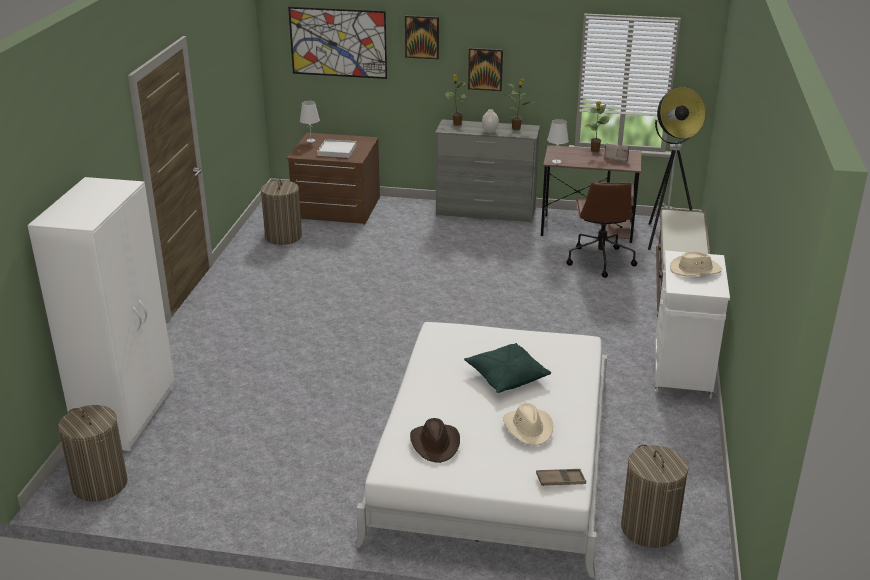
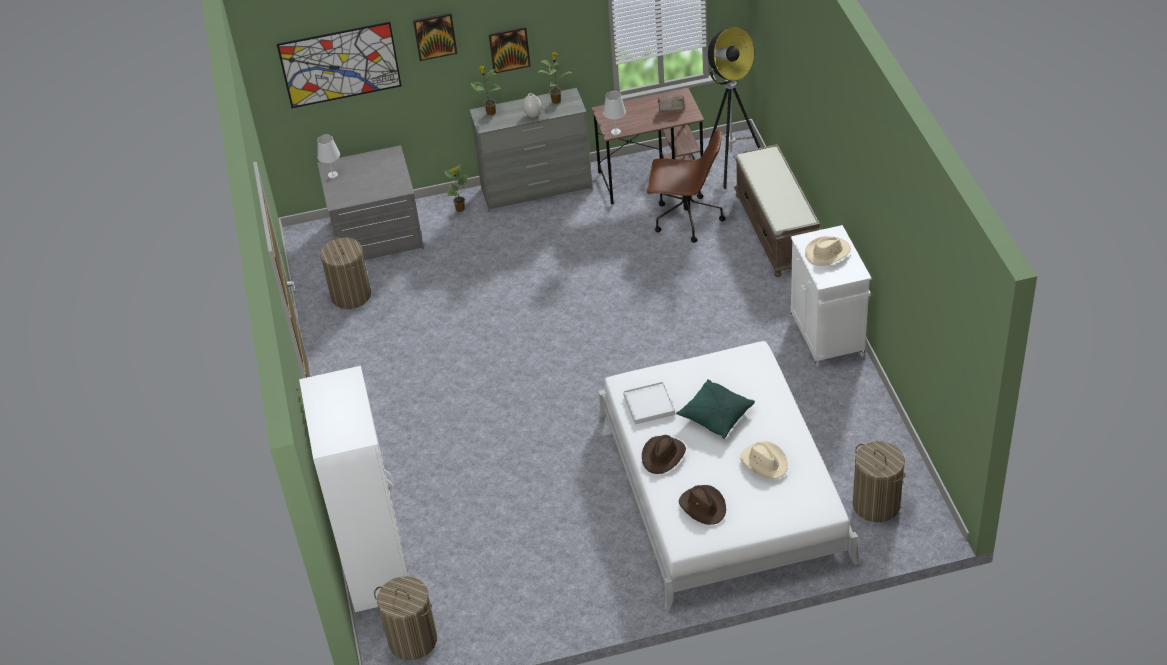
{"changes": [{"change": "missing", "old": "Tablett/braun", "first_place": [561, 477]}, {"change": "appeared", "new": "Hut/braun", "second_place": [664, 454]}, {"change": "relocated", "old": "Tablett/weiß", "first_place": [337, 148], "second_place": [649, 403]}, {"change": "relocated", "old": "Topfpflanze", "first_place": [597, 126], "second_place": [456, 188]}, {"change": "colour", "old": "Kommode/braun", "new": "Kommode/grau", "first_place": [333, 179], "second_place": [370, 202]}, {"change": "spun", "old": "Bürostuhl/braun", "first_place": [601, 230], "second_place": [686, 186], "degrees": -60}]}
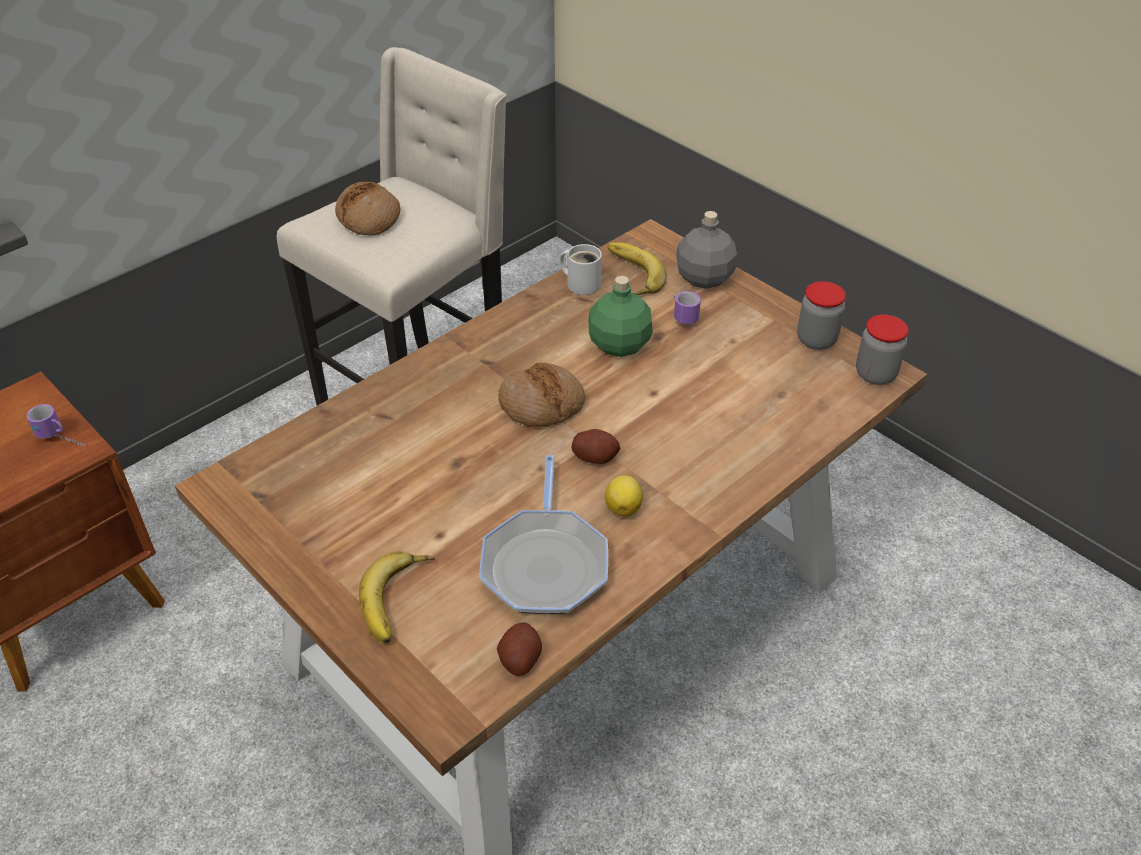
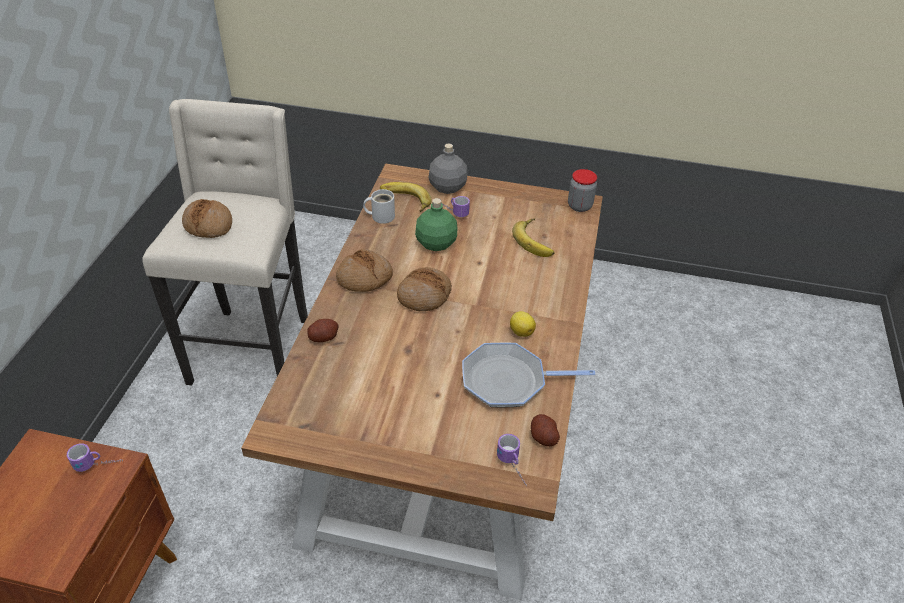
{"changes": [{"change": "missing", "old": "Vorratsglas", "first_place": [821, 315]}, {"change": "appeared", "new": "Brot", "second_place": [364, 270]}, {"change": "appeared", "new": "Henkelbecher", "second_place": [512, 460]}, {"change": "relocated", "old": "Banane", "first_place": [397, 597], "second_place": [533, 237]}, {"change": "relocated", "old": "Kartoffel", "first_place": [596, 446], "second_place": [323, 330]}, {"change": "spun", "old": "Pfanne", "first_place": [543, 534], "second_place": [528, 375], "degrees": 120}]}
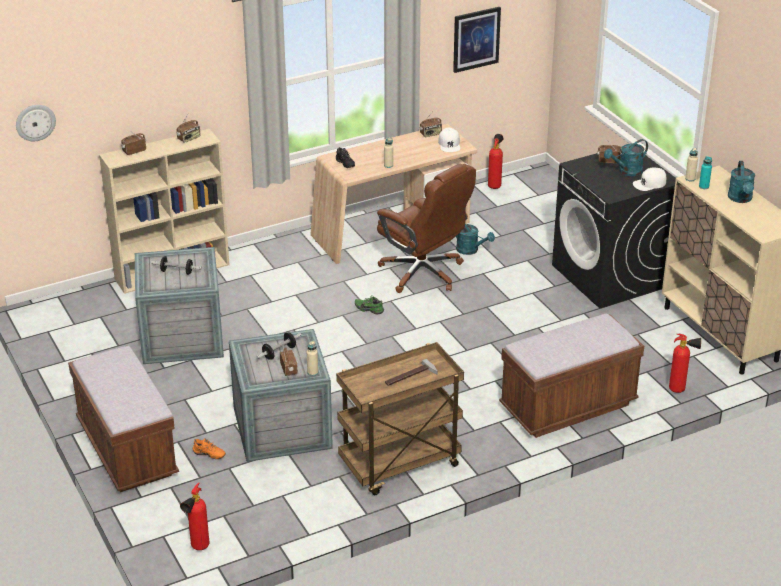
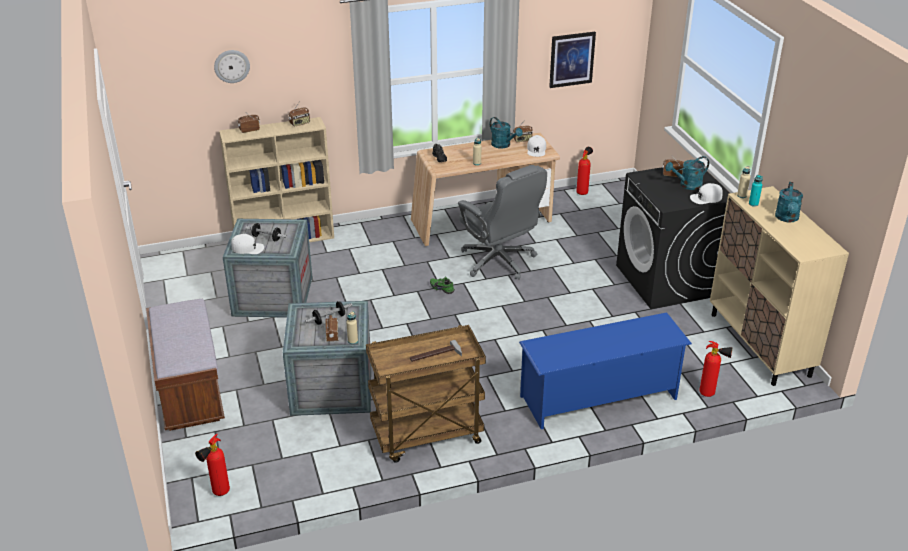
{"changes": [{"change": "missing", "old": "Schuh/orange", "first_place": [209, 448]}, {"change": "appeared", "new": "Kappe/weiß", "second_place": [247, 244]}, {"change": "relocated", "old": "Wanduhr", "first_place": [36, 123], "second_place": [232, 66]}, {"change": "relocated", "old": "Gießkanne/türkis", "first_place": [475, 239], "second_place": [506, 133]}, {"change": "exchanged", "old": "Bank/braun", "new": "Schuhregal/blau", "first_place": [571, 375], "second_place": [605, 370]}, {"change": "colour", "old": "Bürostuhl/braun", "new": "Bürostuhl/grau", "first_place": [426, 228], "second_place": [502, 222]}]}
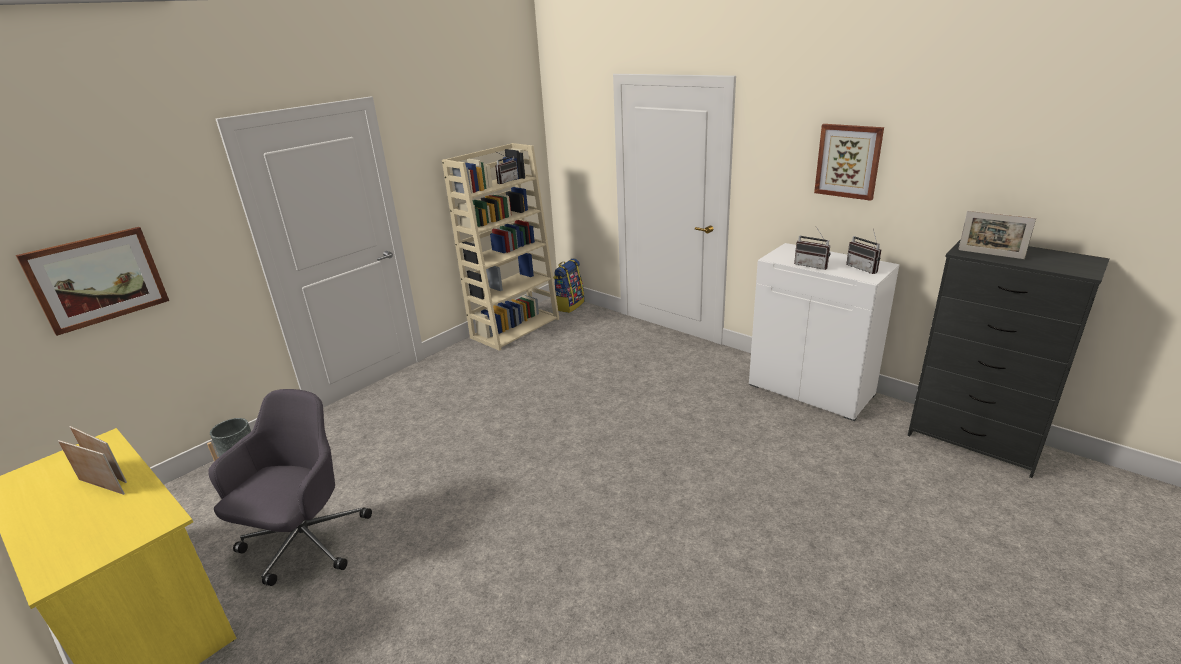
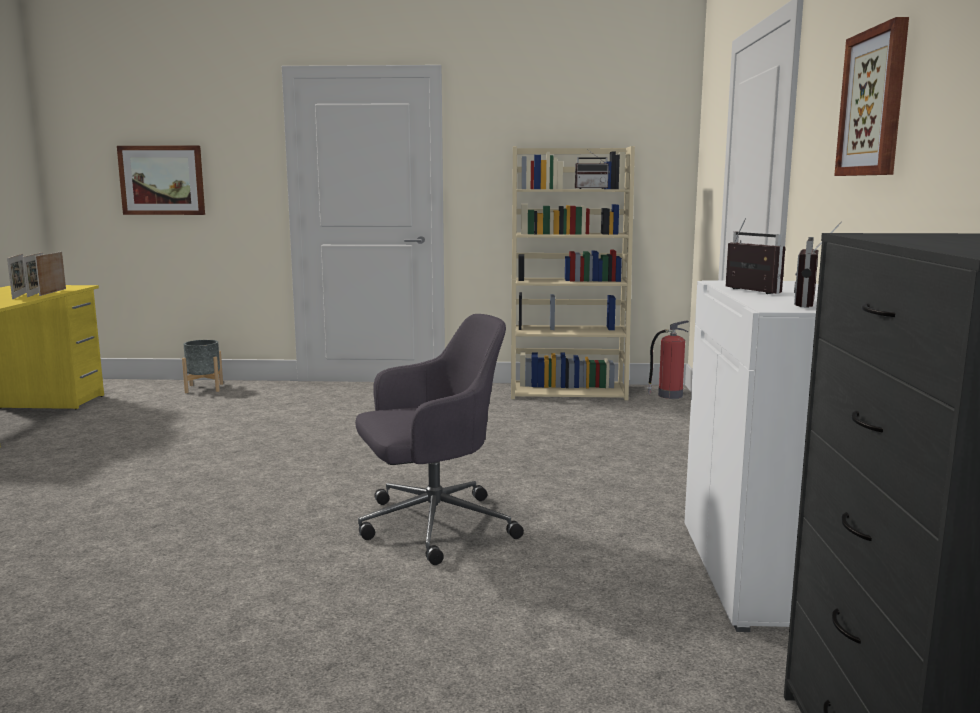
{"changes": [{"change": "relocated", "old": "Bürostuhl/grau", "first_place": [290, 487], "second_place": [439, 439]}, {"change": "relocated", "old": "Bilderrahmen", "first_place": [997, 234], "second_place": [50, 273]}, {"change": "exchanged", "old": "Rucksack", "new": "Feuerlöscher", "first_place": [568, 285], "second_place": [668, 359]}, {"change": "spun", "old": "Radio", "first_place": [812, 249], "second_place": [755, 256], "degrees": 150}]}
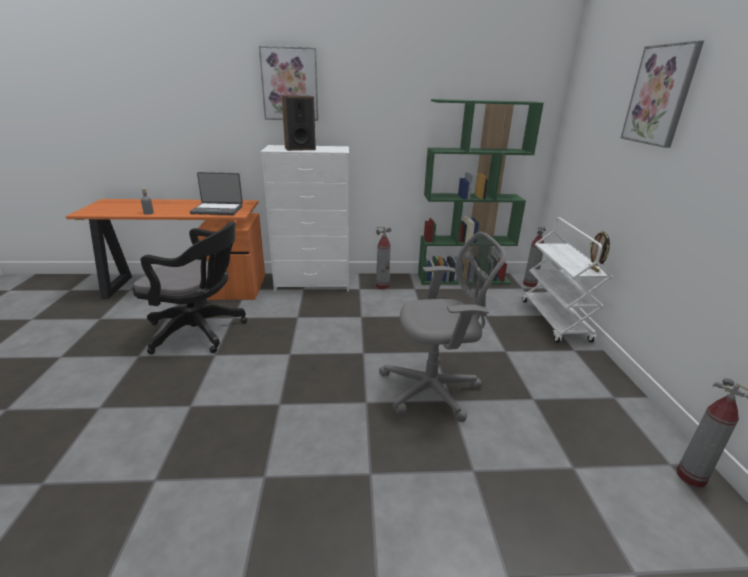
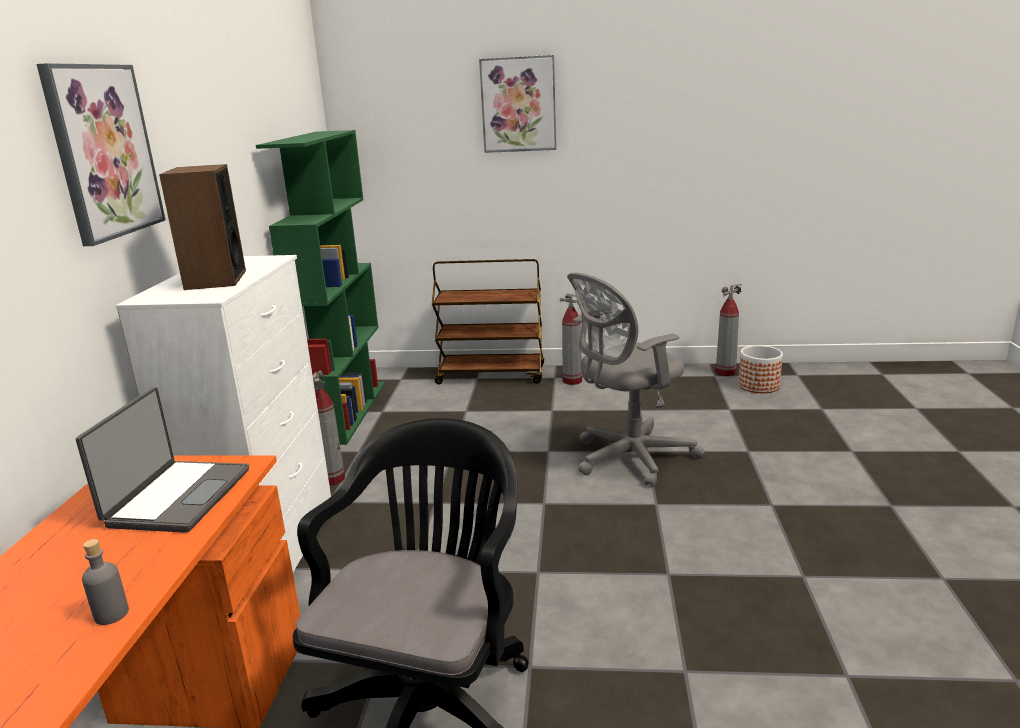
{"changes": [{"change": "missing", "old": "Bilderrahmen", "first_place": [599, 252]}, {"change": "appeared", "new": "Pflanzkübel", "second_place": [760, 369]}, {"change": "relocated", "old": "Feuerlöscher", "first_place": [534, 257], "second_place": [571, 339]}, {"change": "colour", "old": "Rollwagen/weiß", "new": "Rollwagen/braun", "first_place": [567, 280], "second_place": [488, 321]}, {"change": "spun", "old": "Bürostuhl/grau", "first_place": [443, 327], "second_place": [636, 380], "degrees": -120}]}
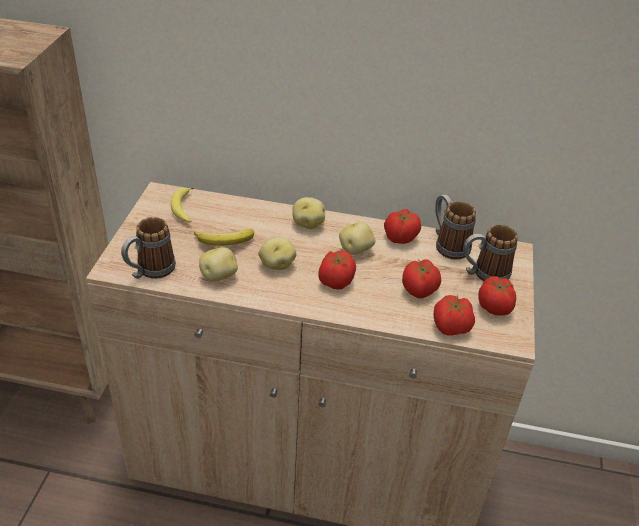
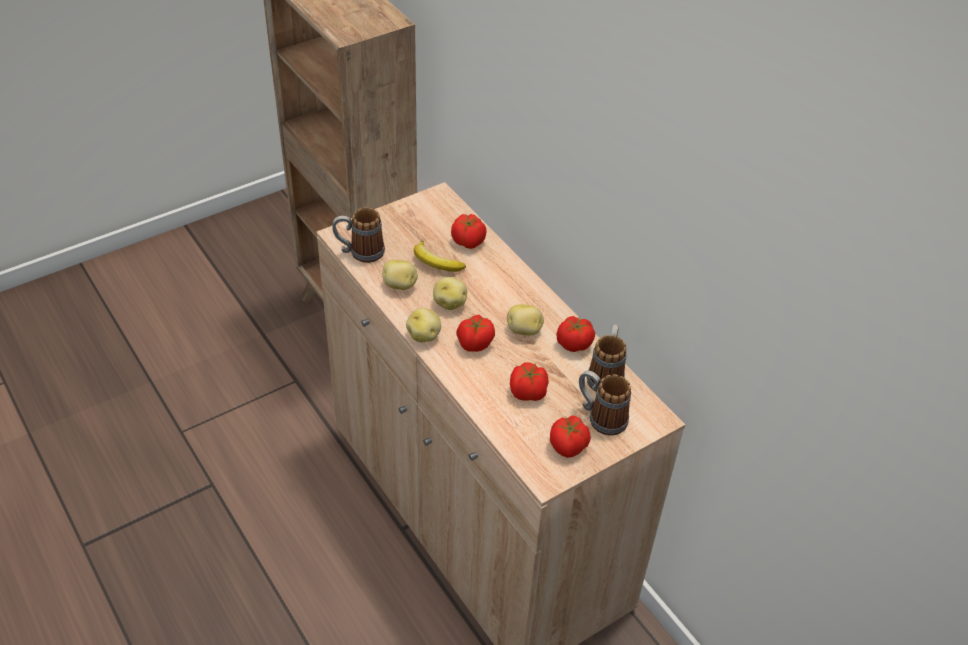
{"changes": [{"change": "missing", "old": "Banane", "first_place": [182, 204]}, {"change": "relocated", "old": "Kartoffel", "first_place": [308, 213], "second_place": [423, 325]}, {"change": "relocated", "old": "Tomate", "first_place": [454, 315], "second_place": [469, 231]}]}
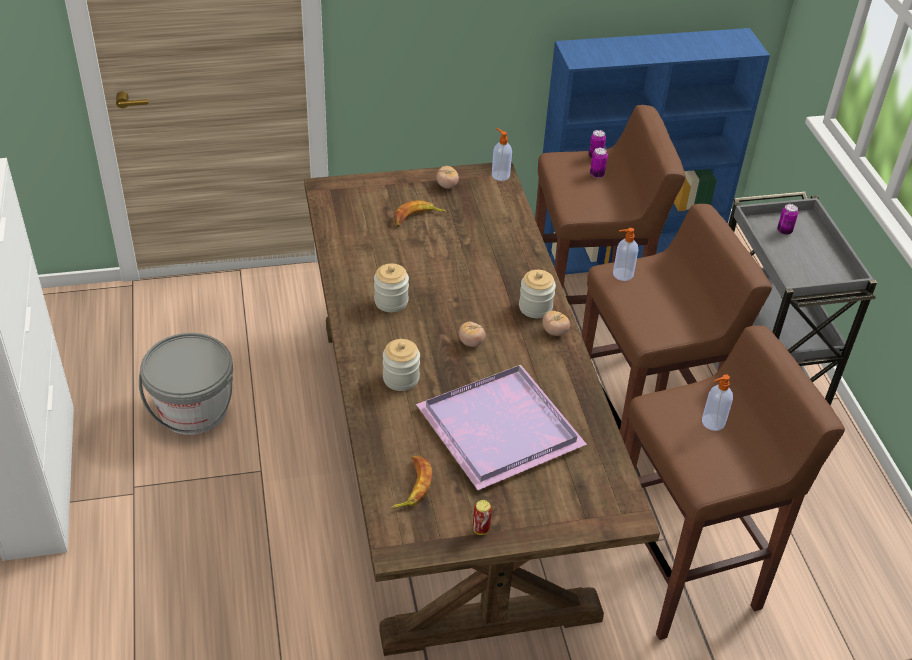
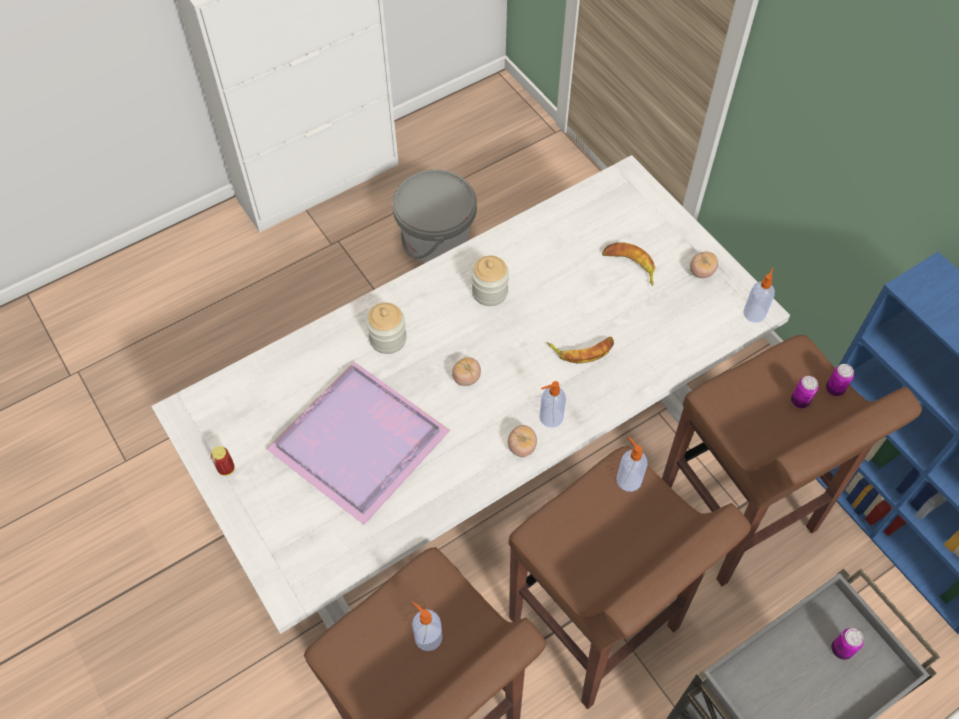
{"changes": [{"change": "relocated", "old": "Banane", "first_place": [411, 482], "second_place": [580, 350]}, {"change": "exchanged", "old": "Vorratsglas", "new": "Seifenspender", "first_place": [537, 294], "second_place": [552, 404]}, {"change": "colour", "old": "Esstisch/braun", "new": "Esstisch/weiß", "first_place": [482, 408], "second_place": [470, 394]}]}
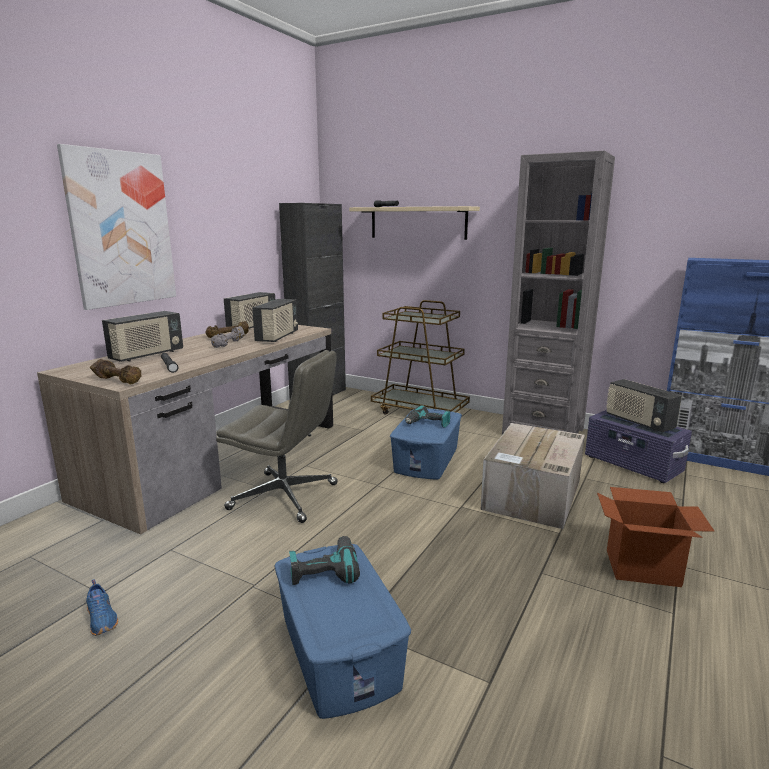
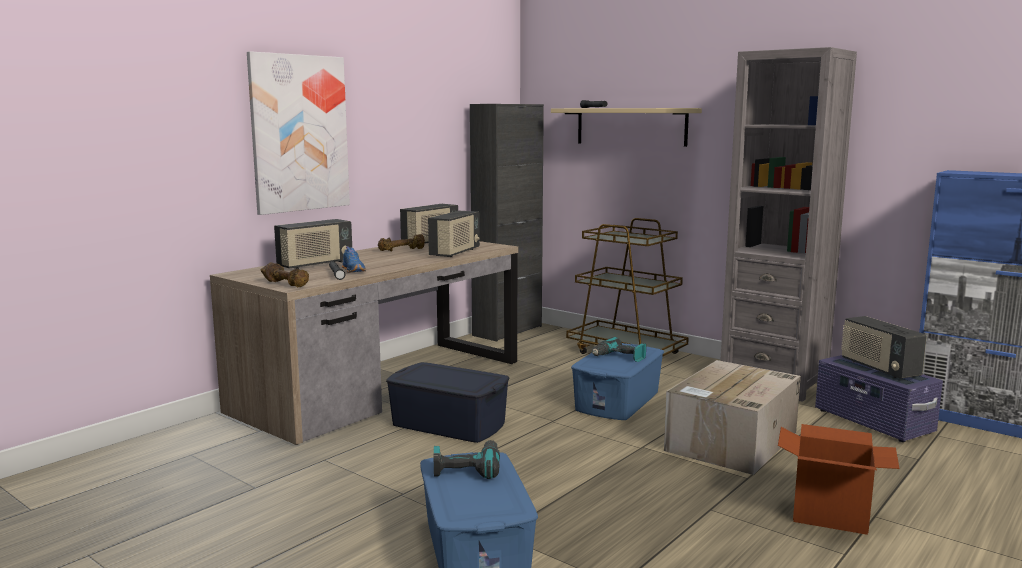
{"changes": [{"change": "missing", "old": "Hantel/grau", "first_place": [228, 337]}, {"change": "relocated", "old": "Schuh/blau", "first_place": [102, 607], "second_place": [354, 259]}, {"change": "exchanged", "old": "Bürostuhl/grau", "new": "Aufbewahrungsbox/blau", "first_place": [276, 436], "second_place": [447, 402]}]}
